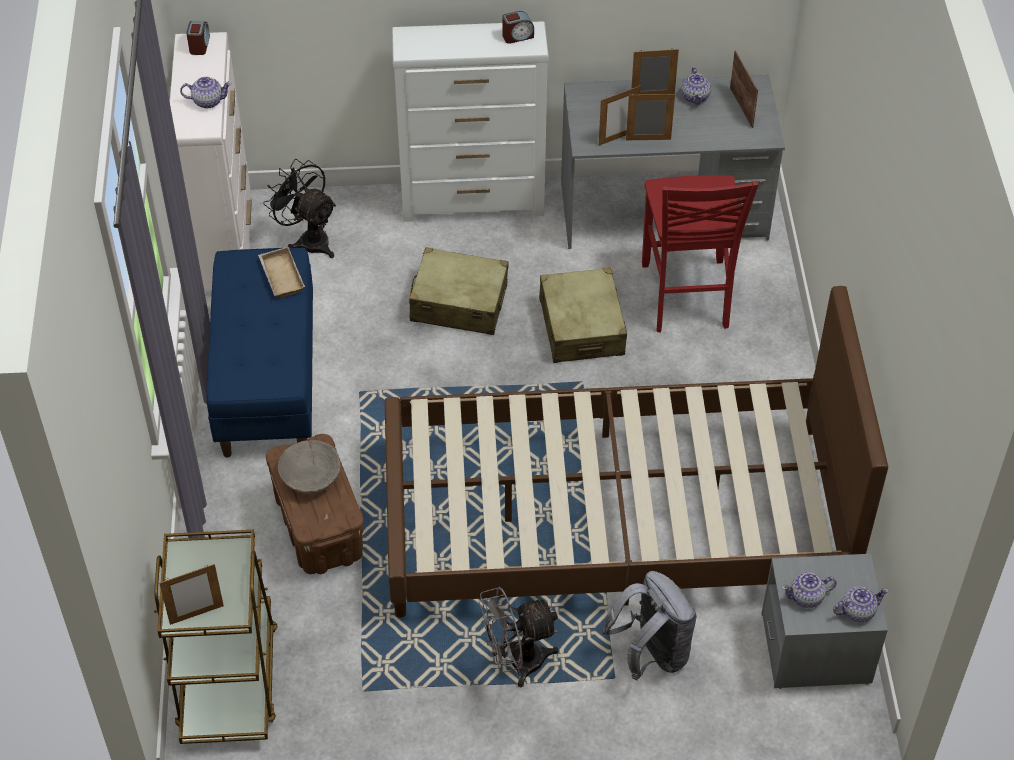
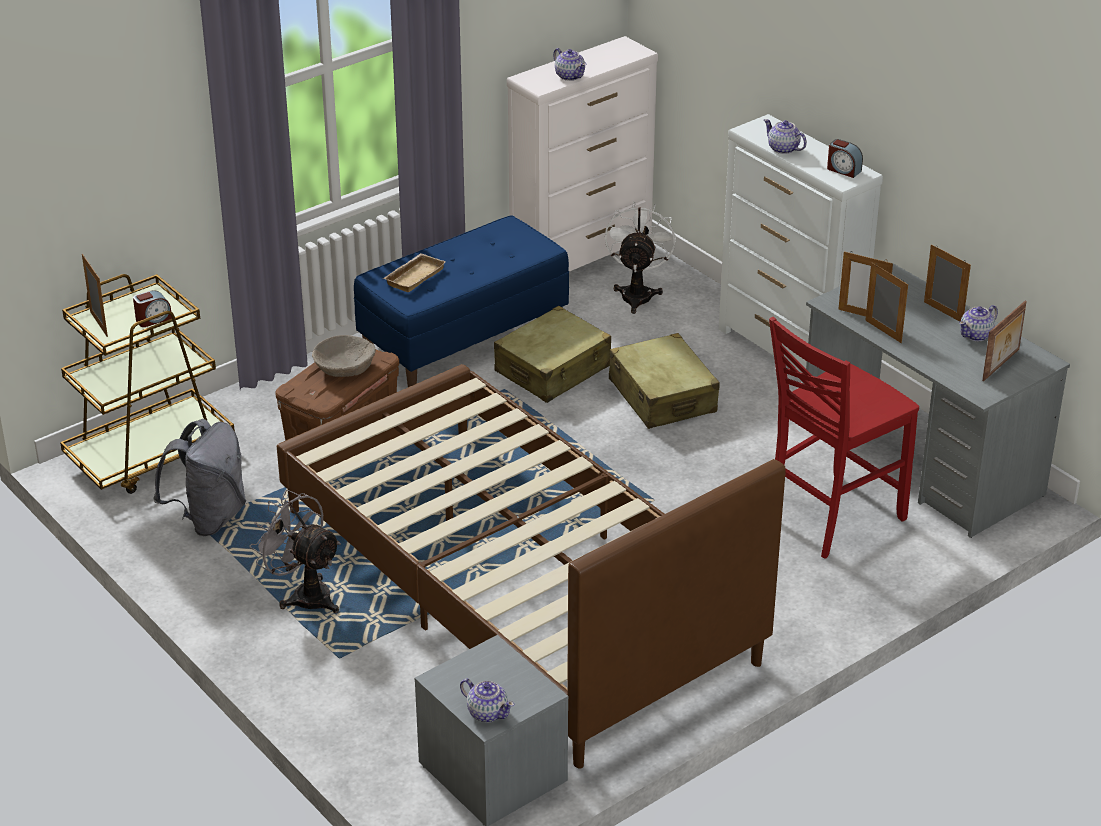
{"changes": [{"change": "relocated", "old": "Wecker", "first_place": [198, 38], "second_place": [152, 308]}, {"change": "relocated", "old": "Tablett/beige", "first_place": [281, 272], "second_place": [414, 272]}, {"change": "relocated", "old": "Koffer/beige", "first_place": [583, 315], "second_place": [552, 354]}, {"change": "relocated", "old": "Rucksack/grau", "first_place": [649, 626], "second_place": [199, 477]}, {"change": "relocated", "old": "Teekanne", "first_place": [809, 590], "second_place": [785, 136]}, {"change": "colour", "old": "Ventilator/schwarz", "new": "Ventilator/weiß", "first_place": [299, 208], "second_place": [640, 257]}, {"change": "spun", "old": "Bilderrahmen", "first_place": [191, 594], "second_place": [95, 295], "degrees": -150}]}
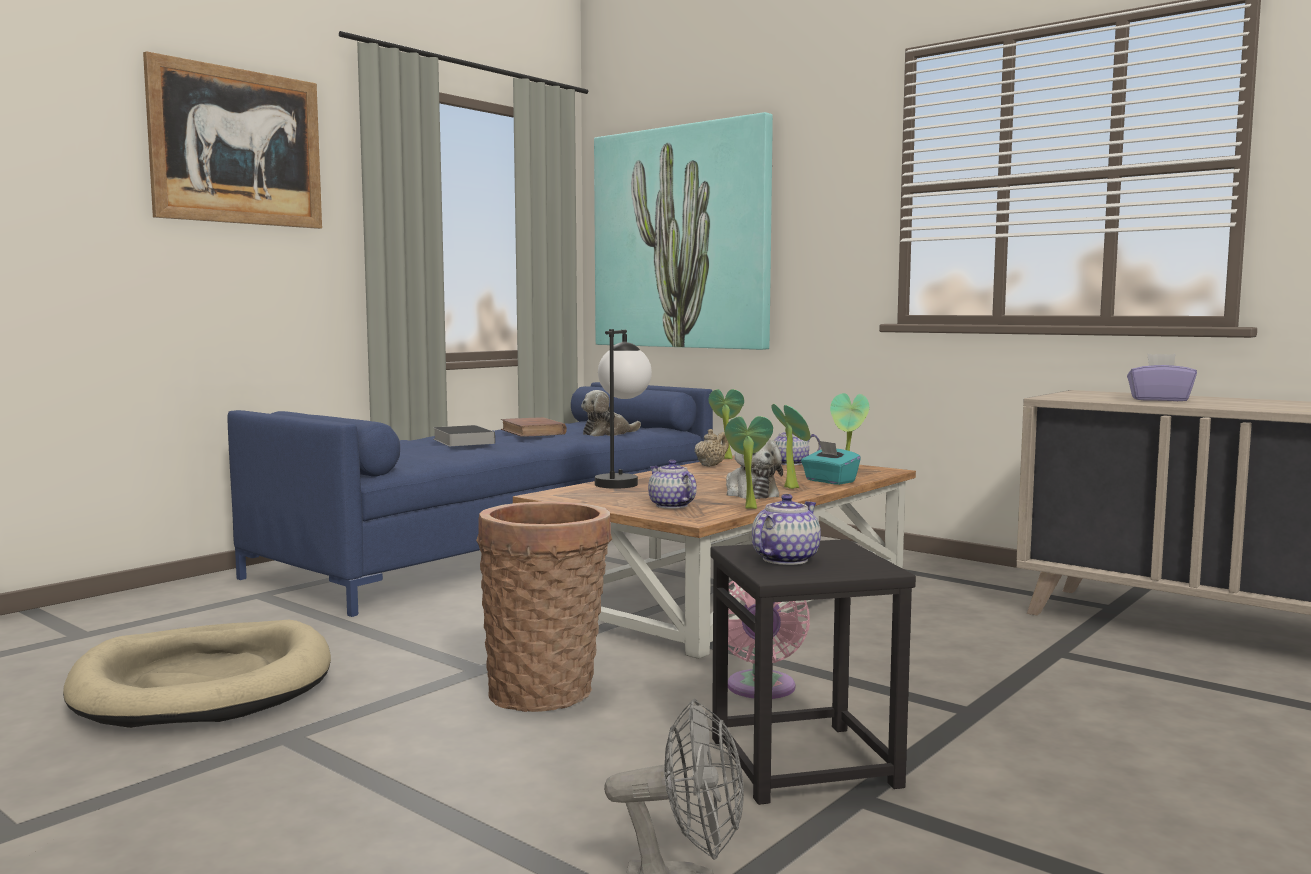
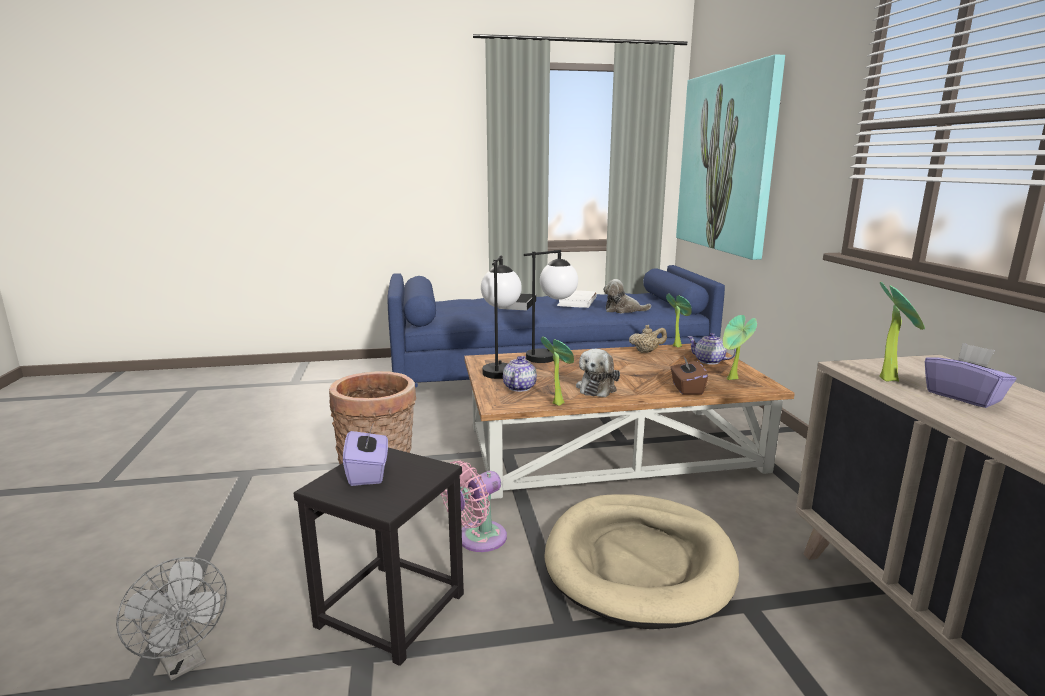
{"changes": [{"change": "missing", "old": "Bild", "first_place": [232, 140]}, {"change": "appeared", "new": "Tischlampe", "second_place": [501, 317]}, {"change": "relocated", "old": "Hundebett/beige", "first_place": [197, 674], "second_place": [641, 561]}, {"change": "relocated", "old": "Topfpflanze", "first_place": [791, 446], "second_place": [902, 332]}, {"change": "exchanged", "old": "Teekanne", "new": "Taschentuchbox/lila", "first_place": [786, 529], "second_place": [365, 455]}, {"change": "colour", "old": "Buch/braun", "new": "Buch/weiß", "first_place": [534, 427], "second_place": [577, 299]}, {"change": "colour", "old": "Taschentuchbox/türkis", "new": "Taschentuchbox/braun", "first_place": [831, 463], "second_place": [689, 376]}]}
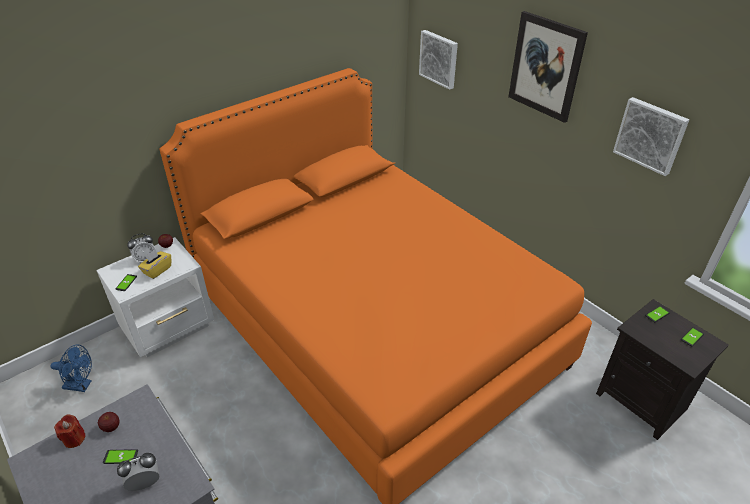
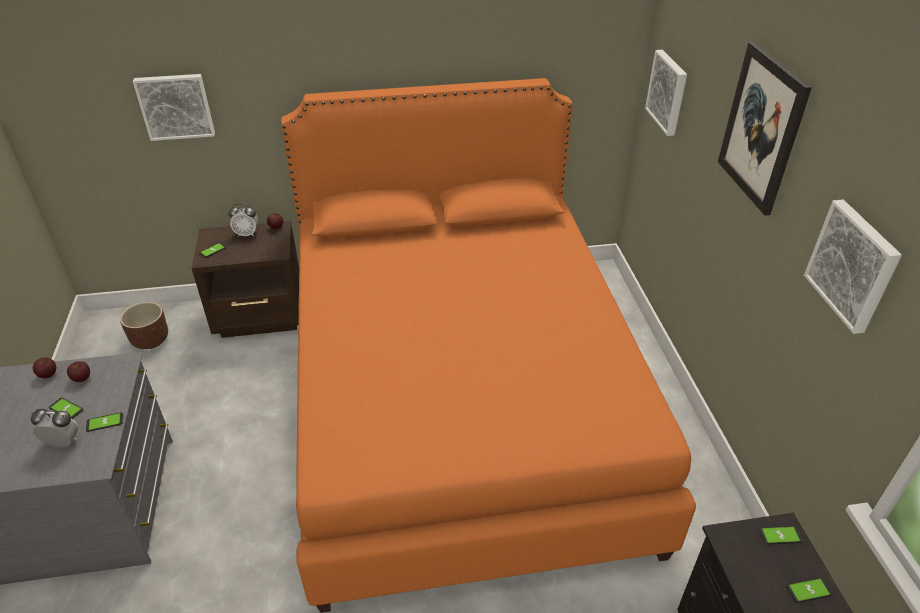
{"changes": [{"change": "missing", "old": "Taschentuchbox/gelb", "first_place": [154, 264]}, {"change": "appeared", "new": "Handy", "second_place": [104, 422]}, {"change": "appeared", "new": "Bild", "second_place": [174, 107]}, {"change": "exchanged", "old": "Ventilator/blau", "new": "Pflanzkübel/braun", "first_place": [71, 368], "second_place": [144, 325]}, {"change": "exchanged", "old": "Kerze/rot", "new": "Apfel", "first_place": [69, 431], "second_place": [44, 367]}, {"change": "colour", "old": "Nachttisch/weiß", "new": "Nachttisch/braun", "first_place": [155, 297], "second_place": [245, 279]}]}
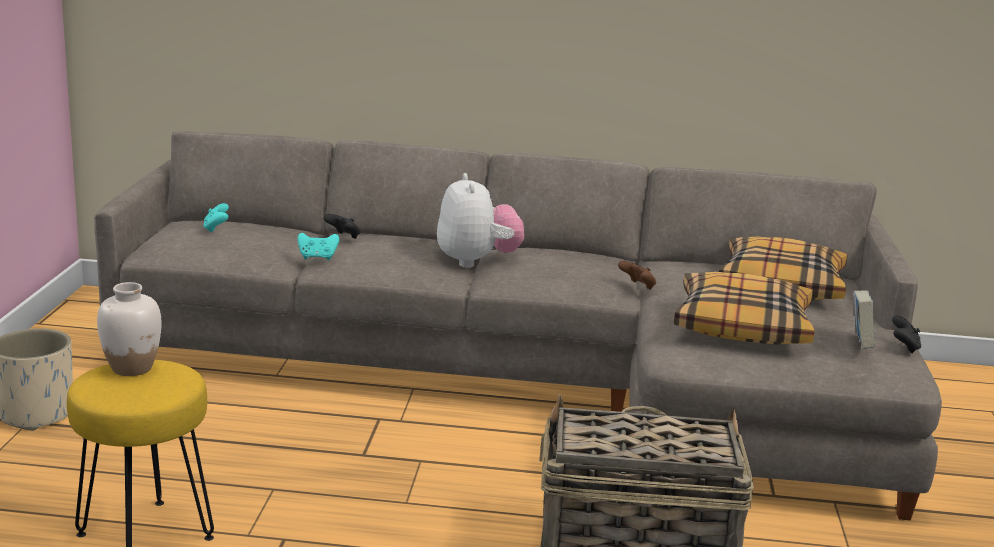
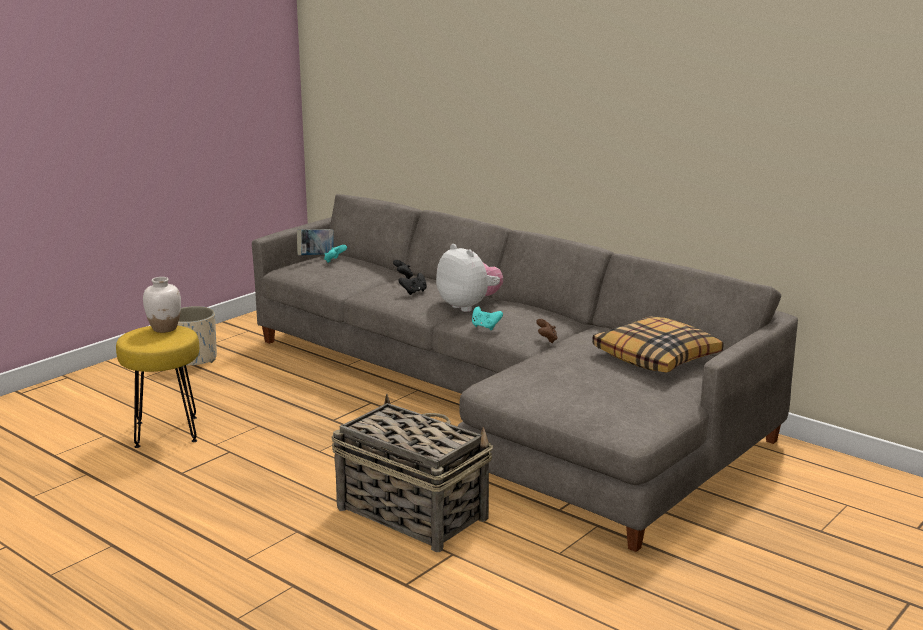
{"changes": [{"change": "missing", "old": "Kissen", "first_place": [744, 308]}, {"change": "relocated", "old": "Gamepad/türkis", "first_place": [318, 246], "second_place": [487, 318]}, {"change": "relocated", "old": "Buch", "first_place": [864, 319], "second_place": [315, 242]}, {"change": "relocated", "old": "Gamepad/schwarz", "first_place": [906, 334], "second_place": [412, 284]}, {"change": "spun", "old": "Plüschtier", "first_place": [480, 220], "second_place": [469, 278], "degrees": -60}]}
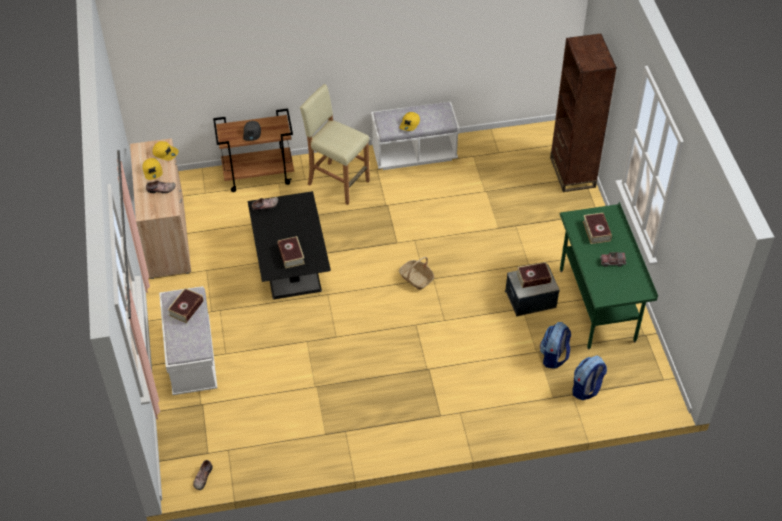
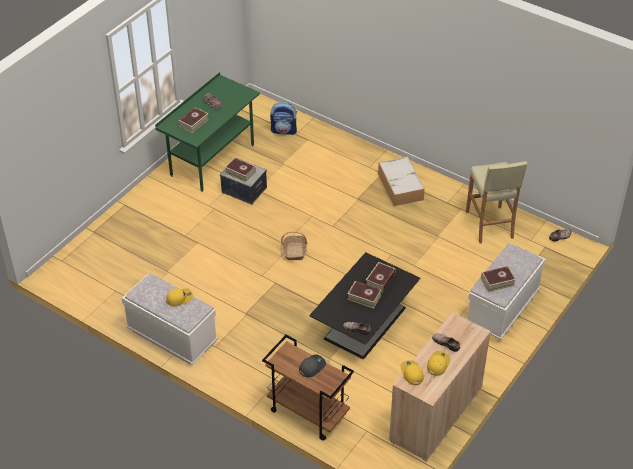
{"changes": [{"change": "missing", "old": "Rucksack", "first_place": [555, 345]}, {"change": "missing", "old": "Bücherregal/braun", "first_place": [583, 113]}, {"change": "appeared", "new": "Buch", "second_place": [364, 295]}, {"change": "appeared", "new": "Aufbewahrungsbox", "second_place": [401, 181]}, {"change": "relocated", "old": "Hocker/beige", "first_place": [335, 144], "second_place": [496, 202]}]}
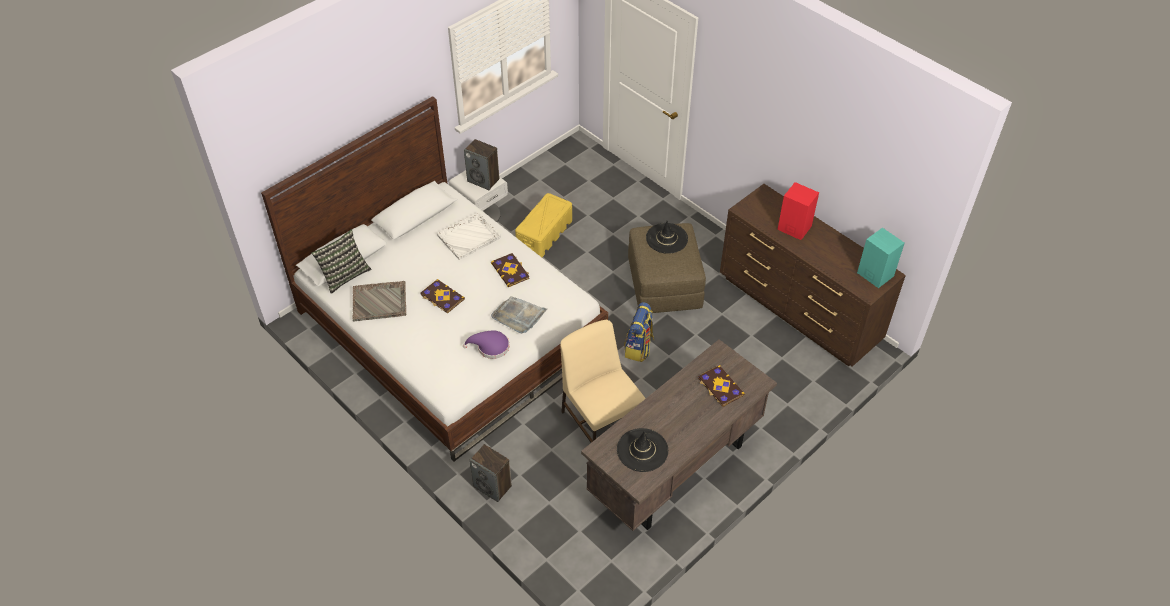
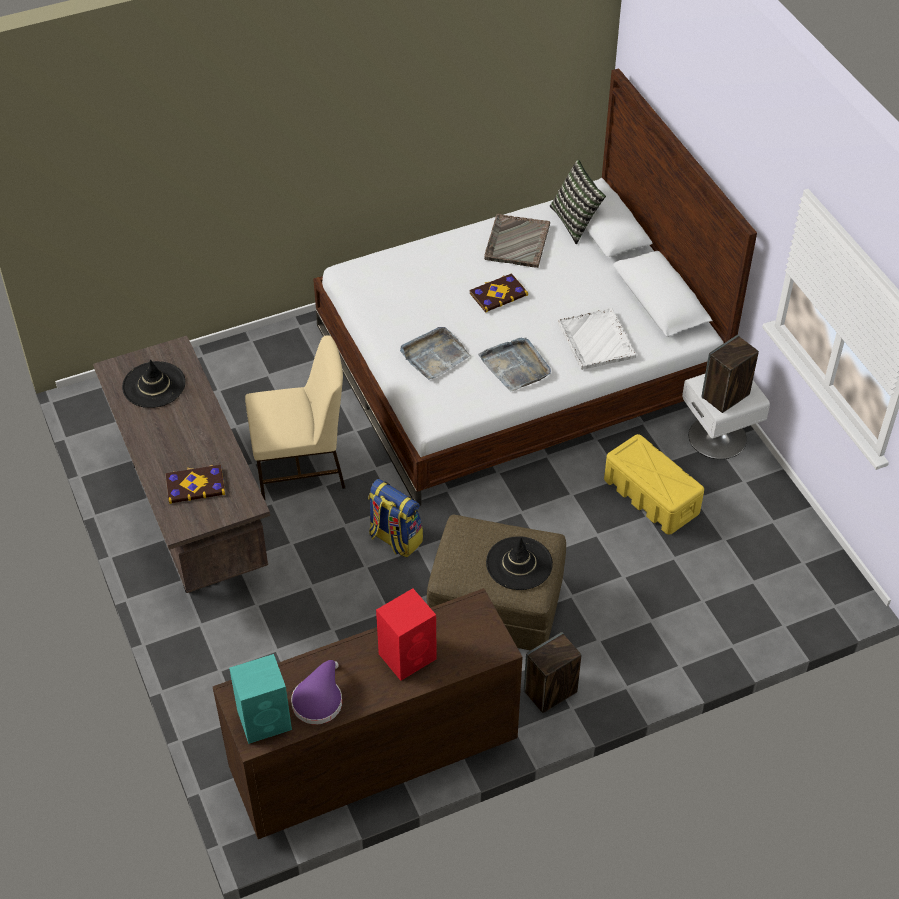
{"changes": [{"change": "relocated", "old": "Hut/lila", "first_place": [486, 344], "second_place": [316, 692]}, {"change": "relocated", "old": "Lautsprecher", "first_place": [491, 473], "second_place": [552, 672]}, {"change": "exchanged", "old": "Buch", "new": "Tablett/grau", "first_place": [510, 270], "second_place": [514, 364]}]}
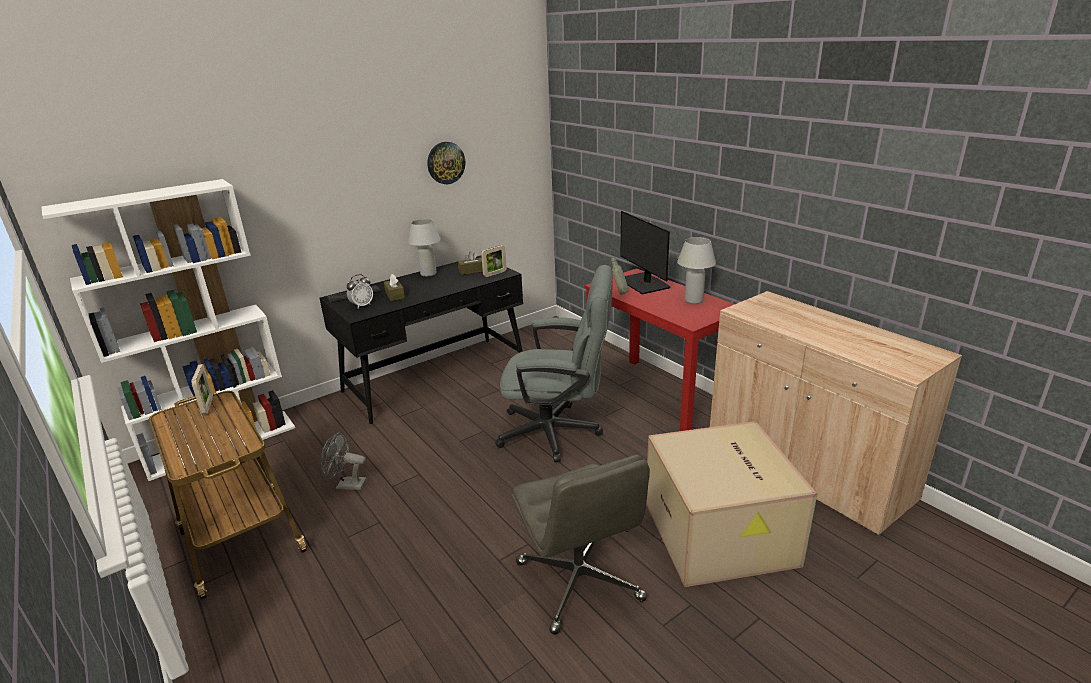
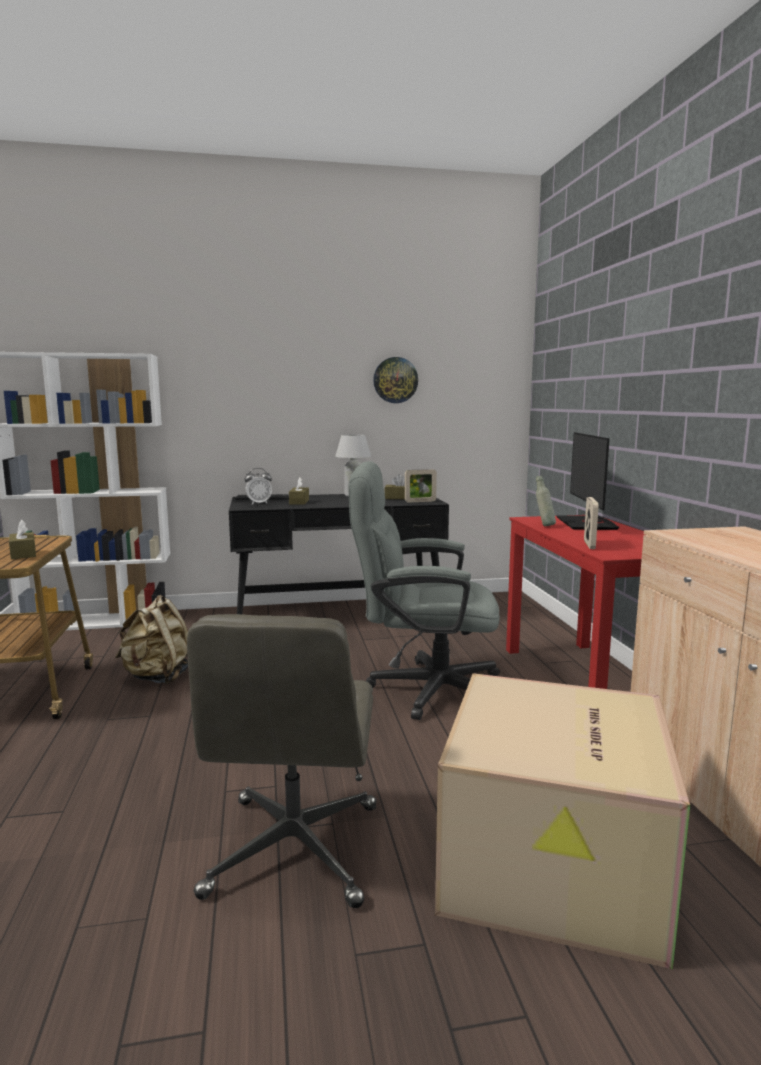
{"changes": [{"change": "missing", "old": "Tischlampe/weiß", "first_place": [696, 270]}, {"change": "appeared", "new": "Taschentuchbox/braun", "second_place": [22, 539]}, {"change": "relocated", "old": "Bilderrahmen", "first_place": [202, 389], "second_place": [591, 523]}, {"change": "exchanged", "old": "Ventilator/grau", "new": "Rucksack/beige", "first_place": [343, 461], "second_place": [151, 639]}, {"change": "spun", "old": "Bürostuhl/grau", "first_place": [554, 363], "second_place": [424, 590], "degrees": 150}]}
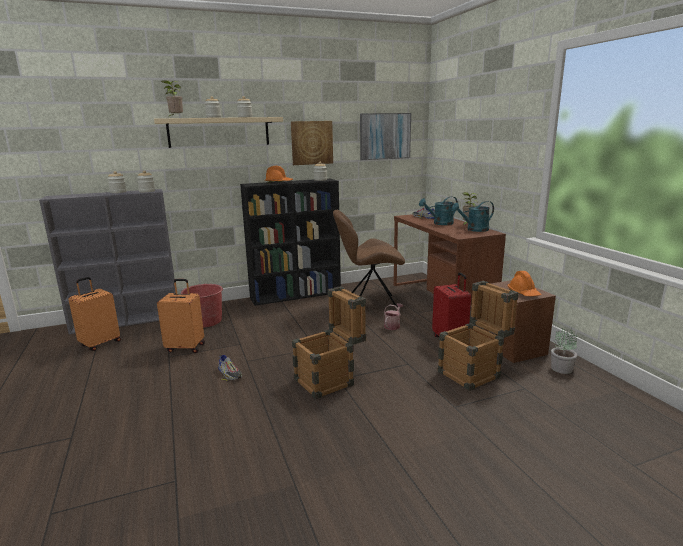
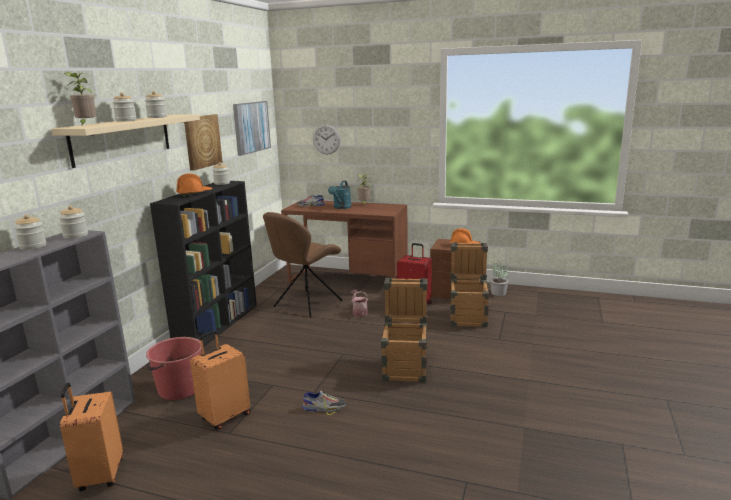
{"changes": [{"change": "missing", "old": "Gießkanne/türkis", "first_place": [473, 216]}, {"change": "appeared", "new": "Wanduhr", "second_place": [326, 139]}]}
